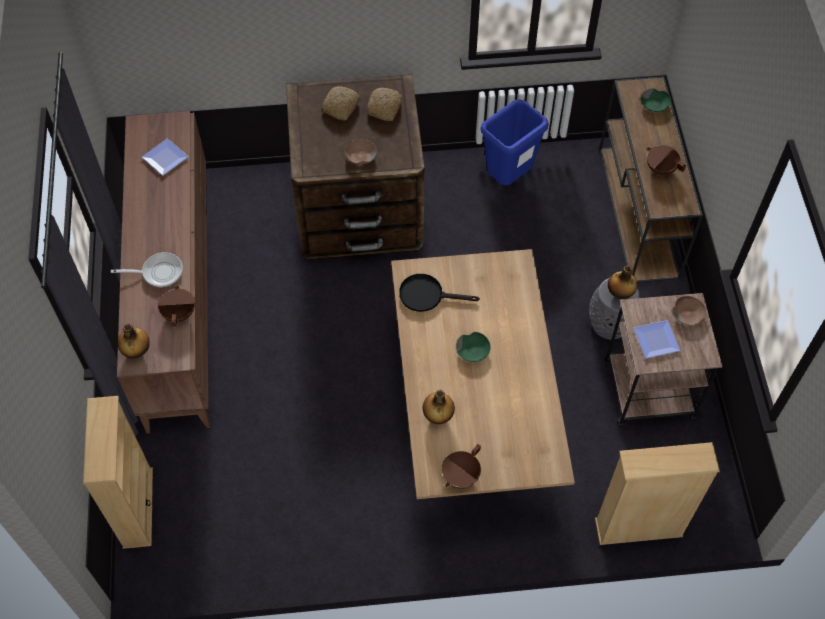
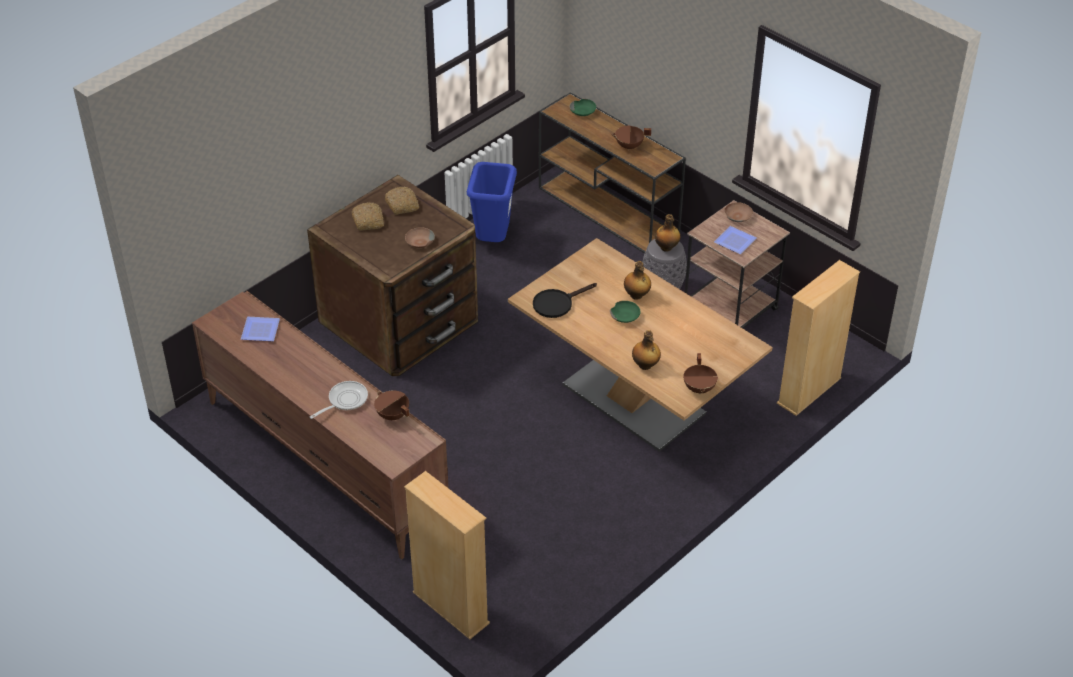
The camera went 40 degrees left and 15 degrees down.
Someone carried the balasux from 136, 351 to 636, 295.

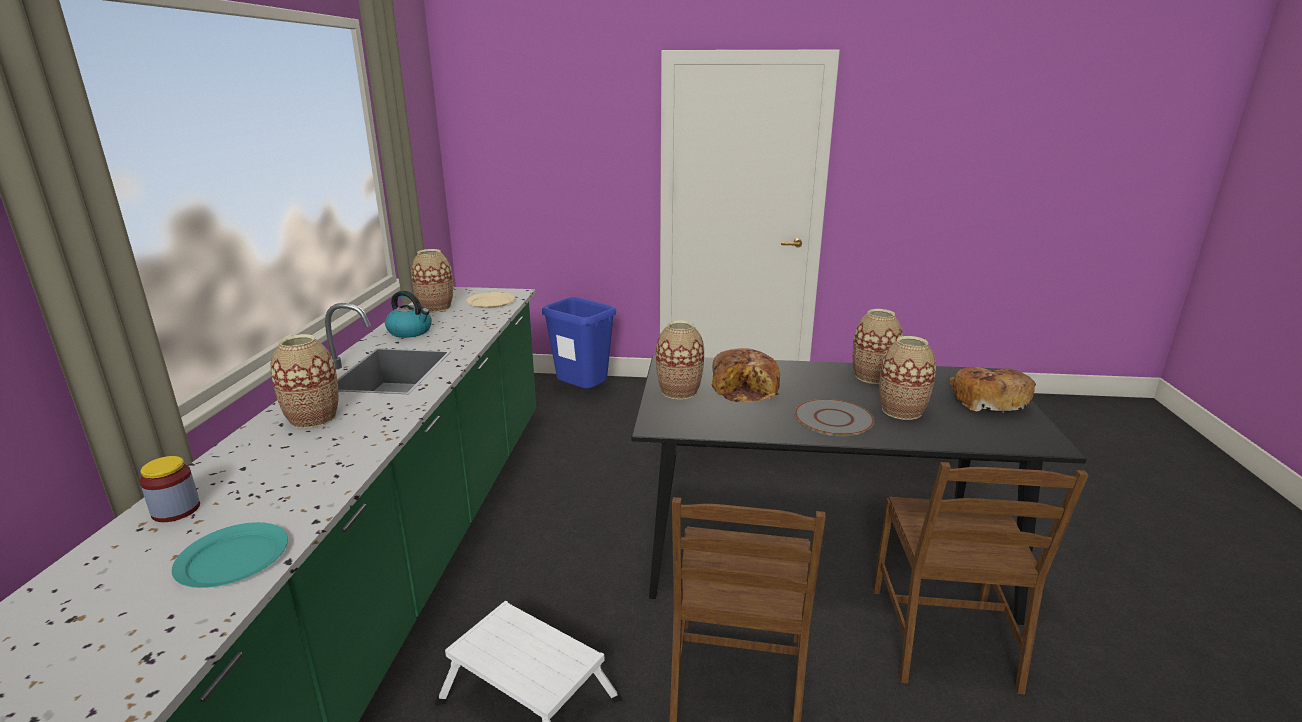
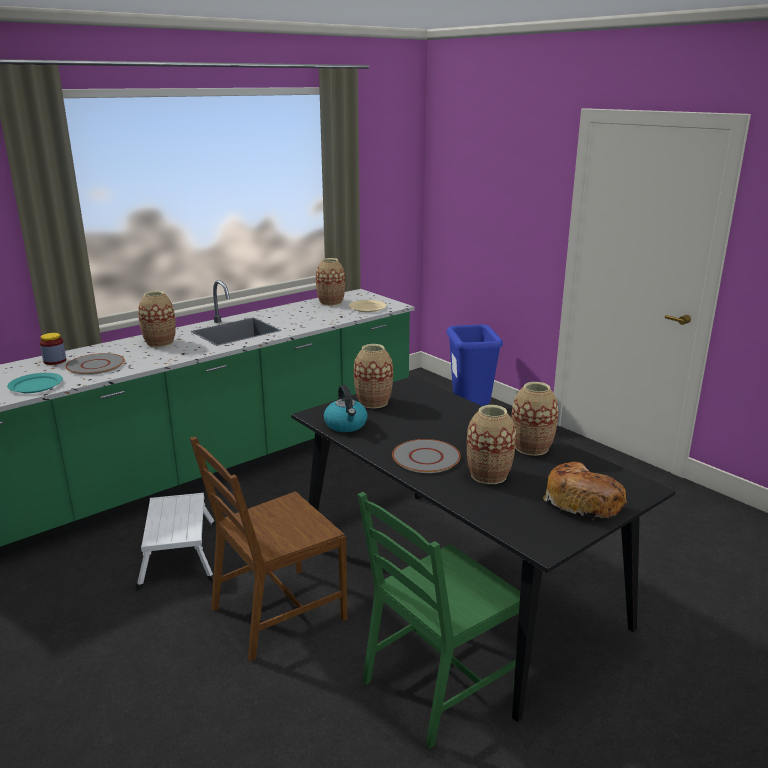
The camera went 45 degrees right and 0 degrees up.
Someone carried the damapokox from 411, 331 to 346, 425.
Someone took away the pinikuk at 746, 388.
Someone repainted the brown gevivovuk at 945, 638, which became the green gevivovuk at 439, 685.
Someone put down the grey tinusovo at 95, 365.

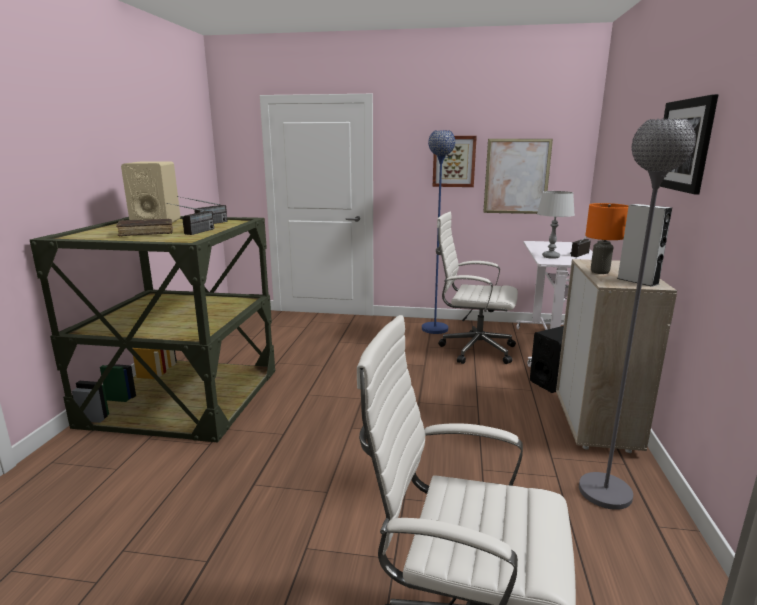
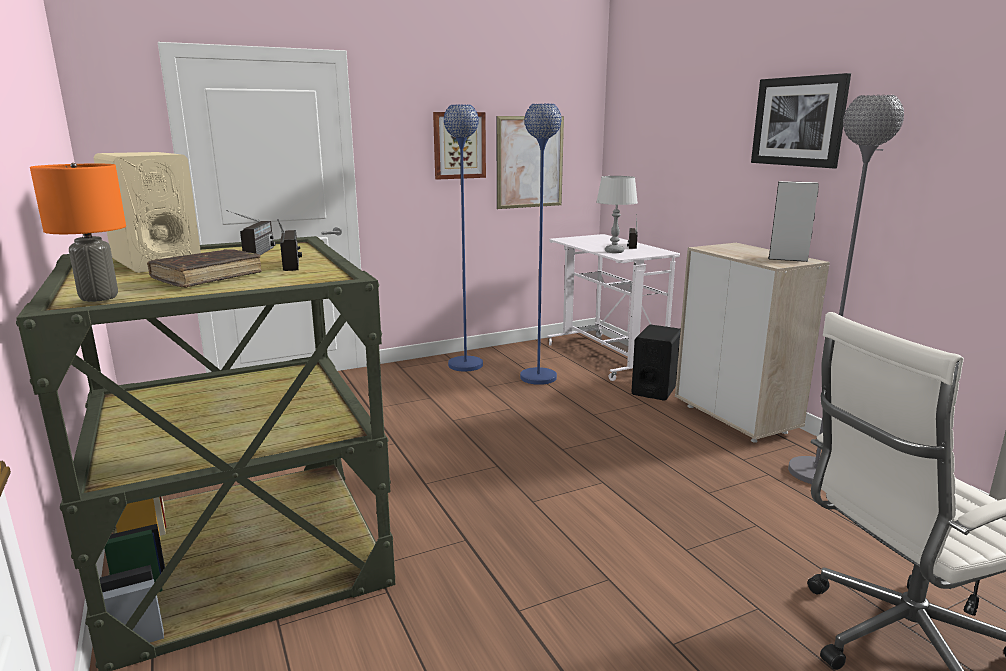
The camera went 35 degrees left and 0 degrees up.
Someone carried the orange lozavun from 600, 272 to 100, 298.
Someone swapped the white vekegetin at 473, 349 for the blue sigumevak at 538, 377.

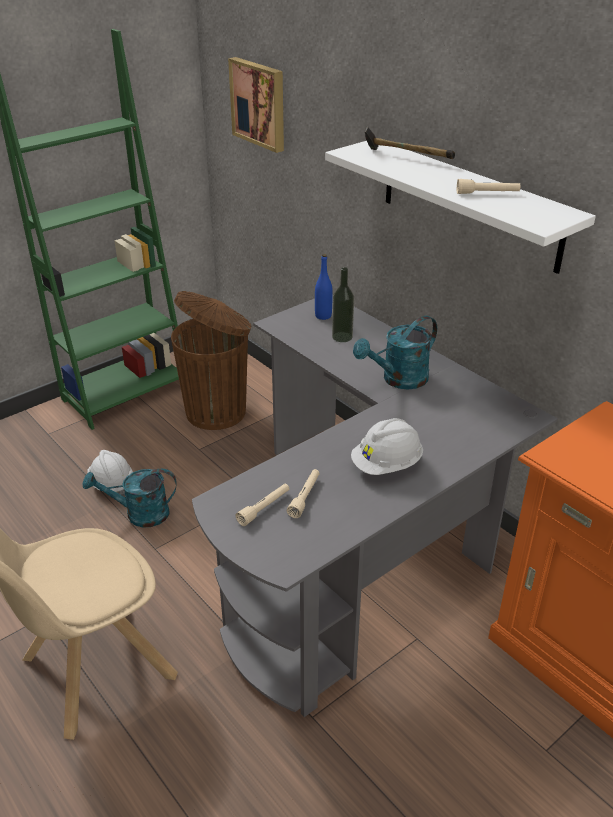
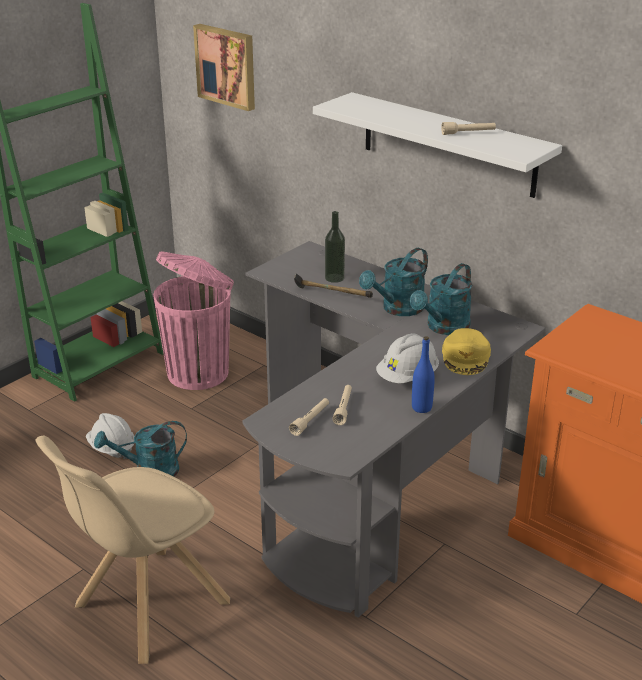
The camera went 10 degrees left and 5 degrees down.
Someone carried the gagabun from 406, 158 to 330, 296.
Someone carried the blue balasux from 323, 316 to 421, 408.
Someone repainted the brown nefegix at 218, 411, which became the pink nefegix at 200, 372.
Someone put down the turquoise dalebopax at 443, 328.
Someone put down the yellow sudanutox at 466, 357.

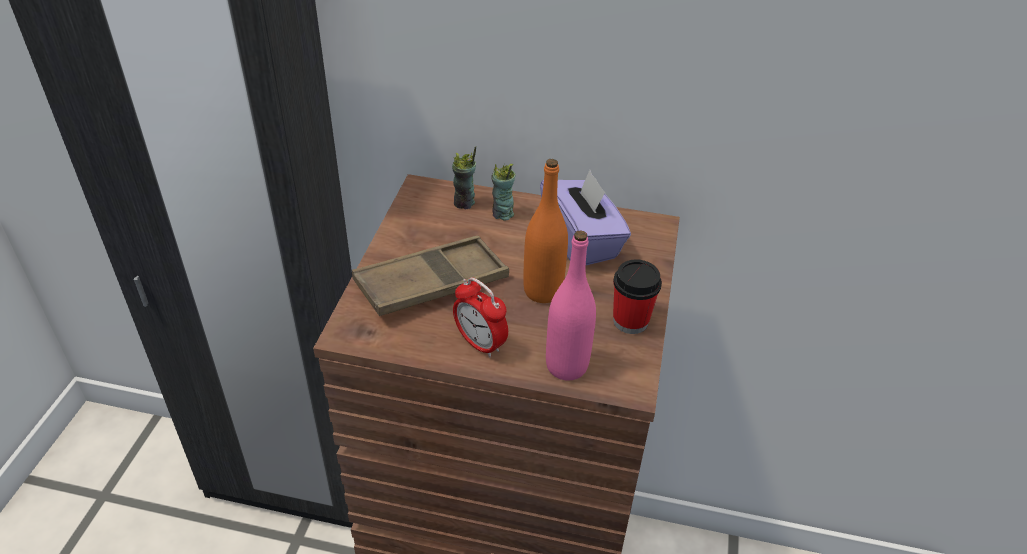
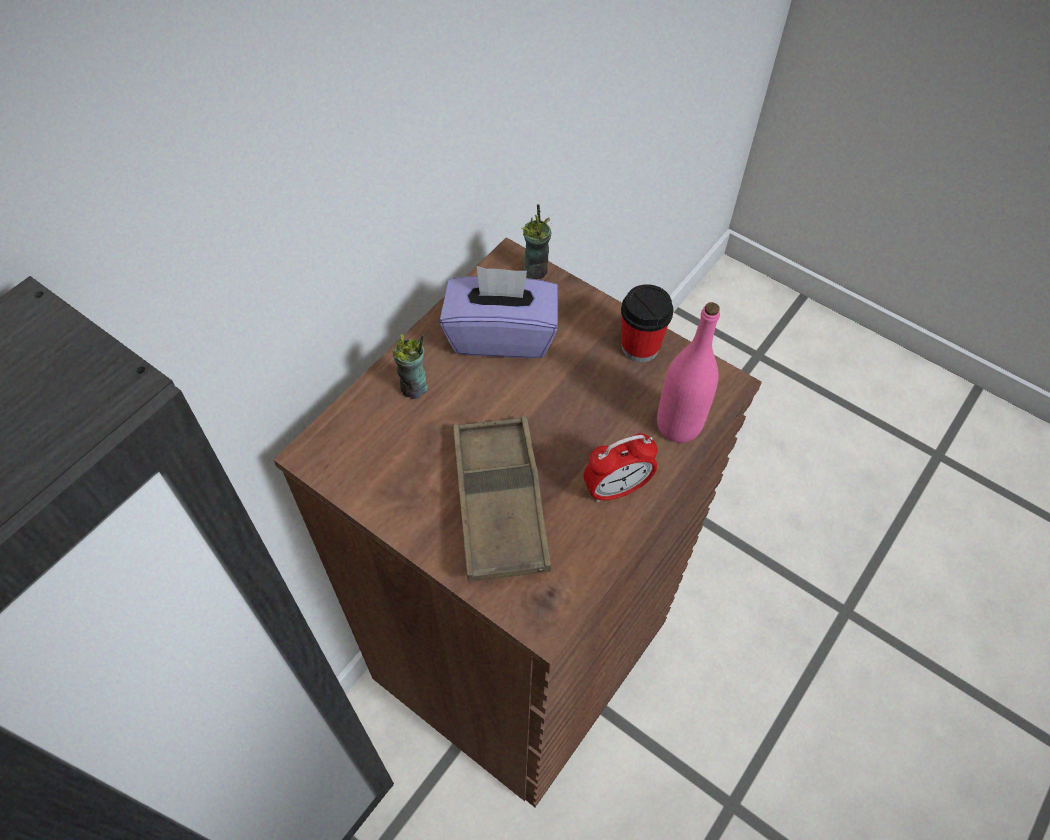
The camera went 65 degrees left and 15 degrees up.
Someone carried the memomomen from 464, 203 to 536, 270.
Someone took away the orange balasux at 542, 291.

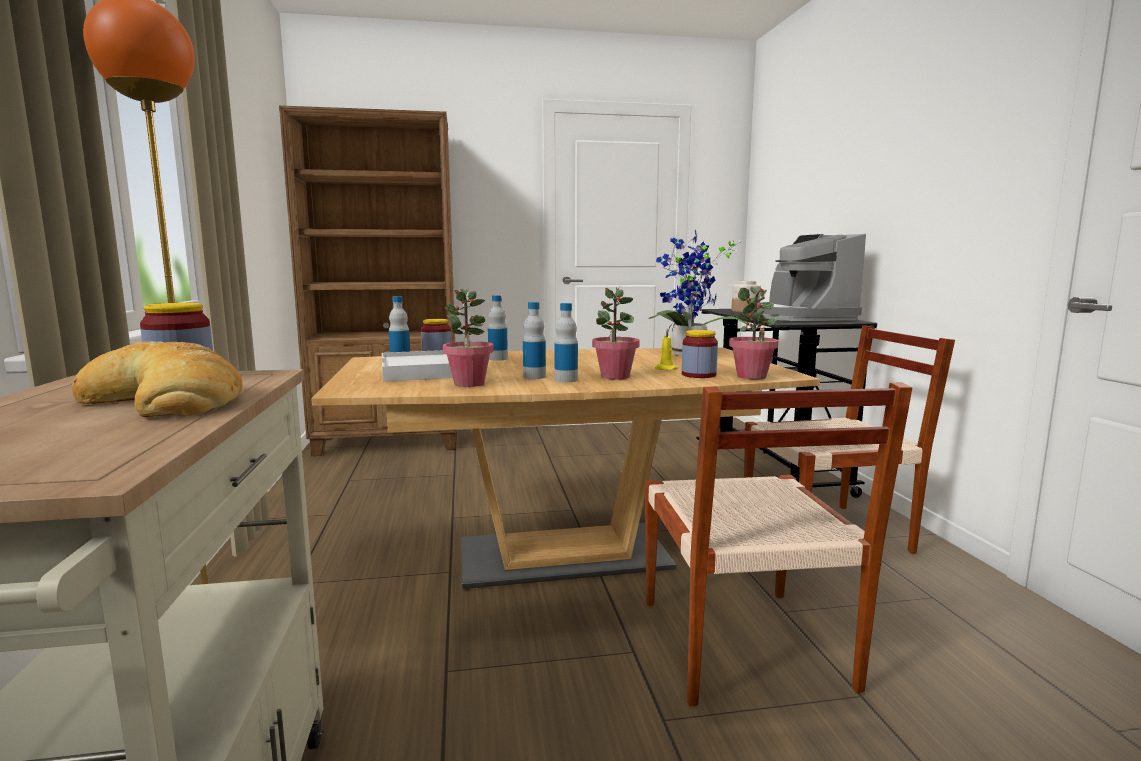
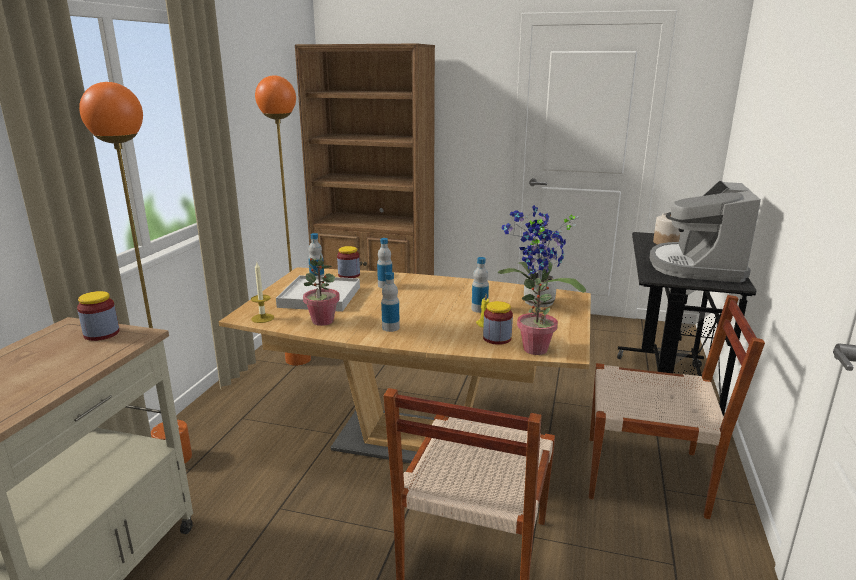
The camera went 25 degrees right and 10 degrees up.
Someone took away the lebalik at 615, 376.
Someone carried the balasux from 534, 377 to 479, 309.
Someone took away the pinikuk at 167, 400.
Someone put down the orange sigumevak at 298, 360.
Someone put down the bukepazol at 262, 318.

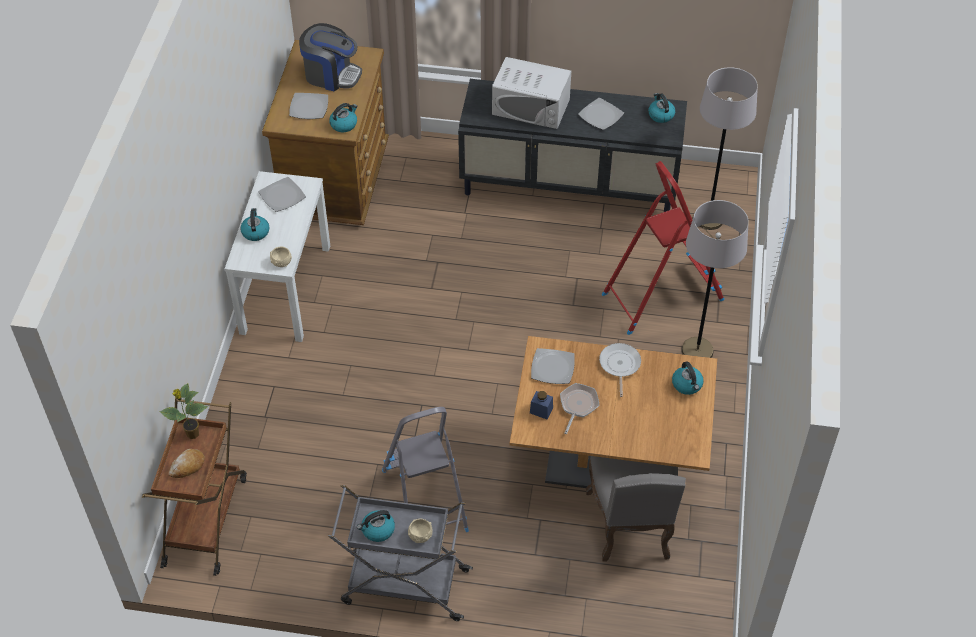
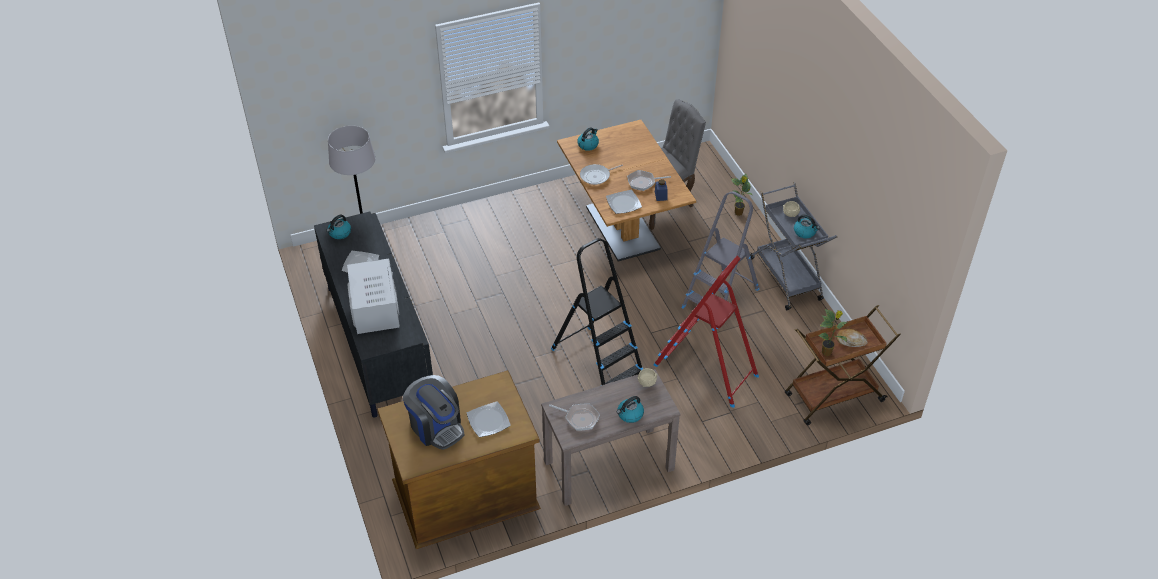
The camera went 120 degrees left and 5 degrees down.
Someone rotated the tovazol at 331, 75 by 150 degrees clockwise.
Someone took away the damapokox at 344, 124.
Someone carried the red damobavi from 663, 296 to 705, 370.
Someone repainted the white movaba at 285, 288, which became the brown movaba at 608, 465.
Someone swapped the tinusovo at 283, 196 for the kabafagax at 579, 418.
Someone took away the grey sigumevak at 697, 351.
Someone put down the lebalik at 739, 213.
Someone put down the black damobavi at 598, 365.

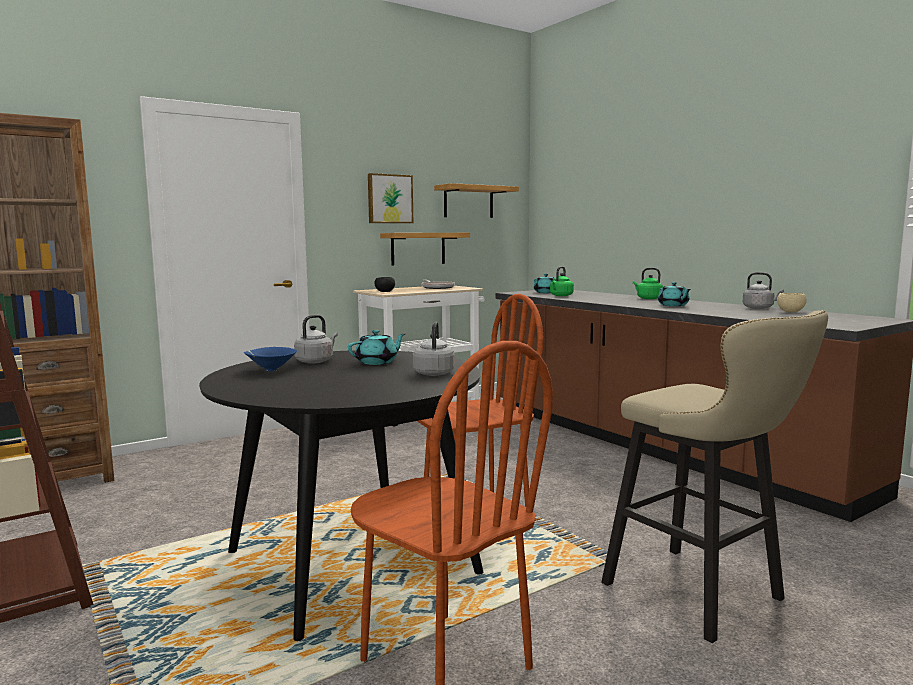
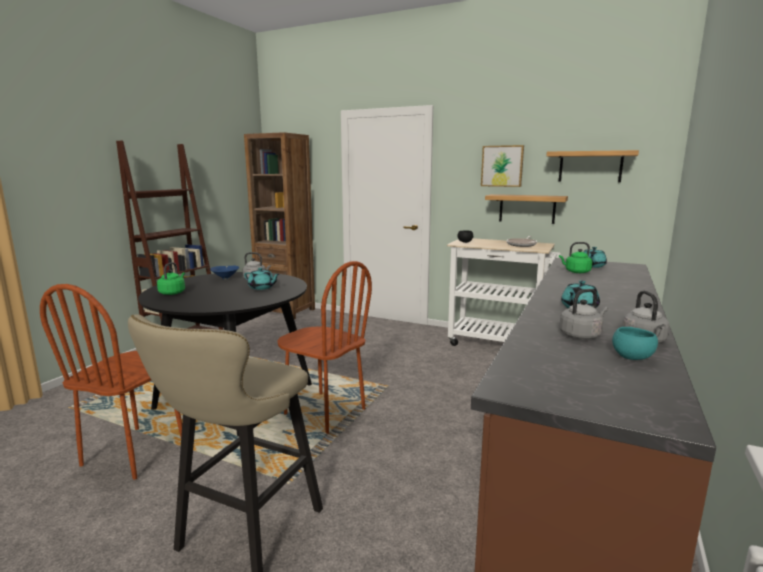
The camera went 60 degrees right and 5 degrees up.
Someone carried the green damapokox from 648, 298 to 173, 293.
Someone repainted the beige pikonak at 790, 312, which became the turquoise pikonak at 632, 357.
Someone carried the grey damapokox from 434, 373 to 581, 335.

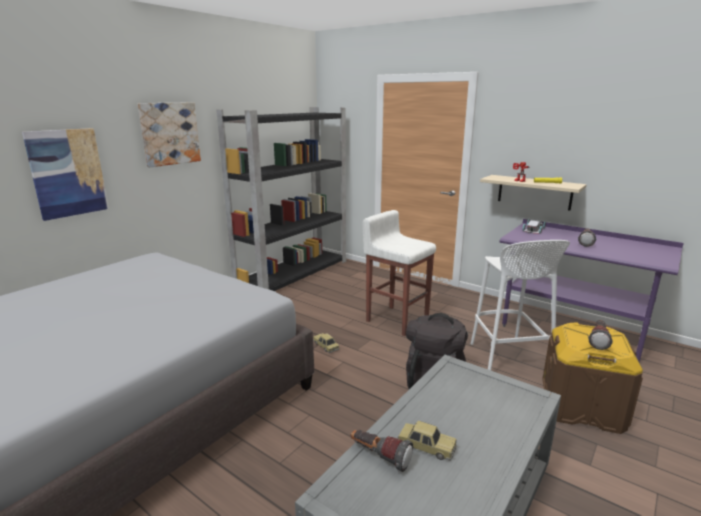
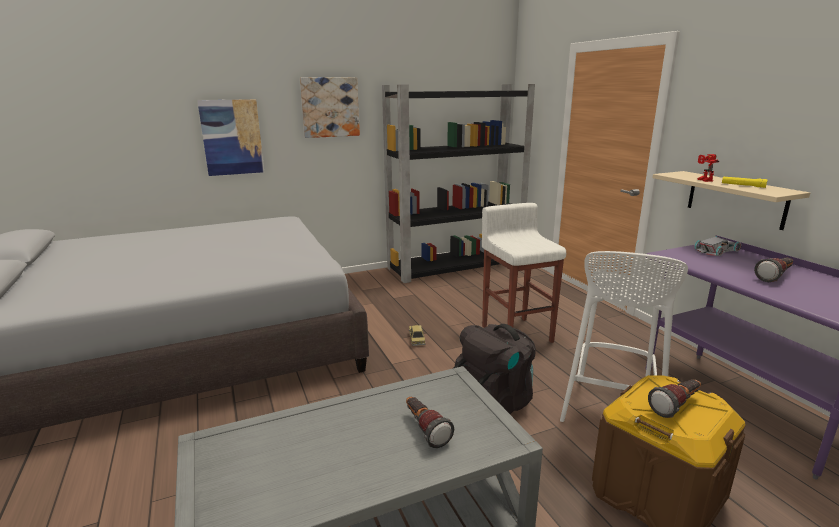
The camera went 30 degrees right and 0 degrees up.
Someone took away the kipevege at 426, 446.
Someone carried the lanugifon from 379, 457 to 425, 429.

